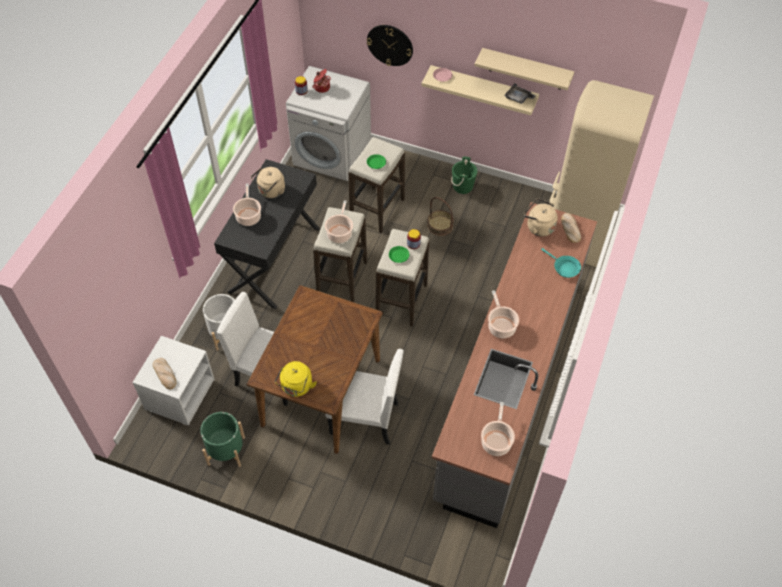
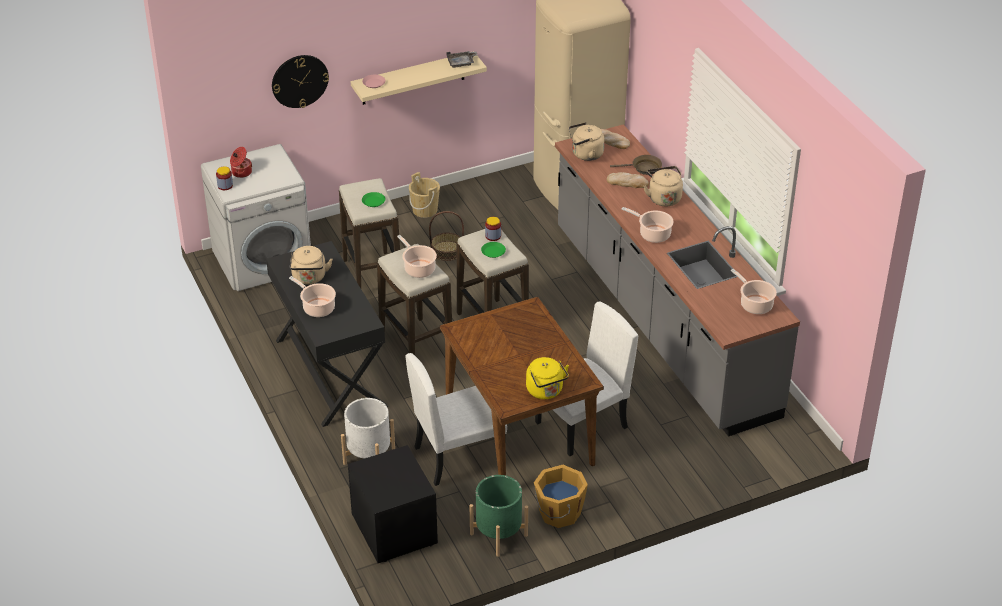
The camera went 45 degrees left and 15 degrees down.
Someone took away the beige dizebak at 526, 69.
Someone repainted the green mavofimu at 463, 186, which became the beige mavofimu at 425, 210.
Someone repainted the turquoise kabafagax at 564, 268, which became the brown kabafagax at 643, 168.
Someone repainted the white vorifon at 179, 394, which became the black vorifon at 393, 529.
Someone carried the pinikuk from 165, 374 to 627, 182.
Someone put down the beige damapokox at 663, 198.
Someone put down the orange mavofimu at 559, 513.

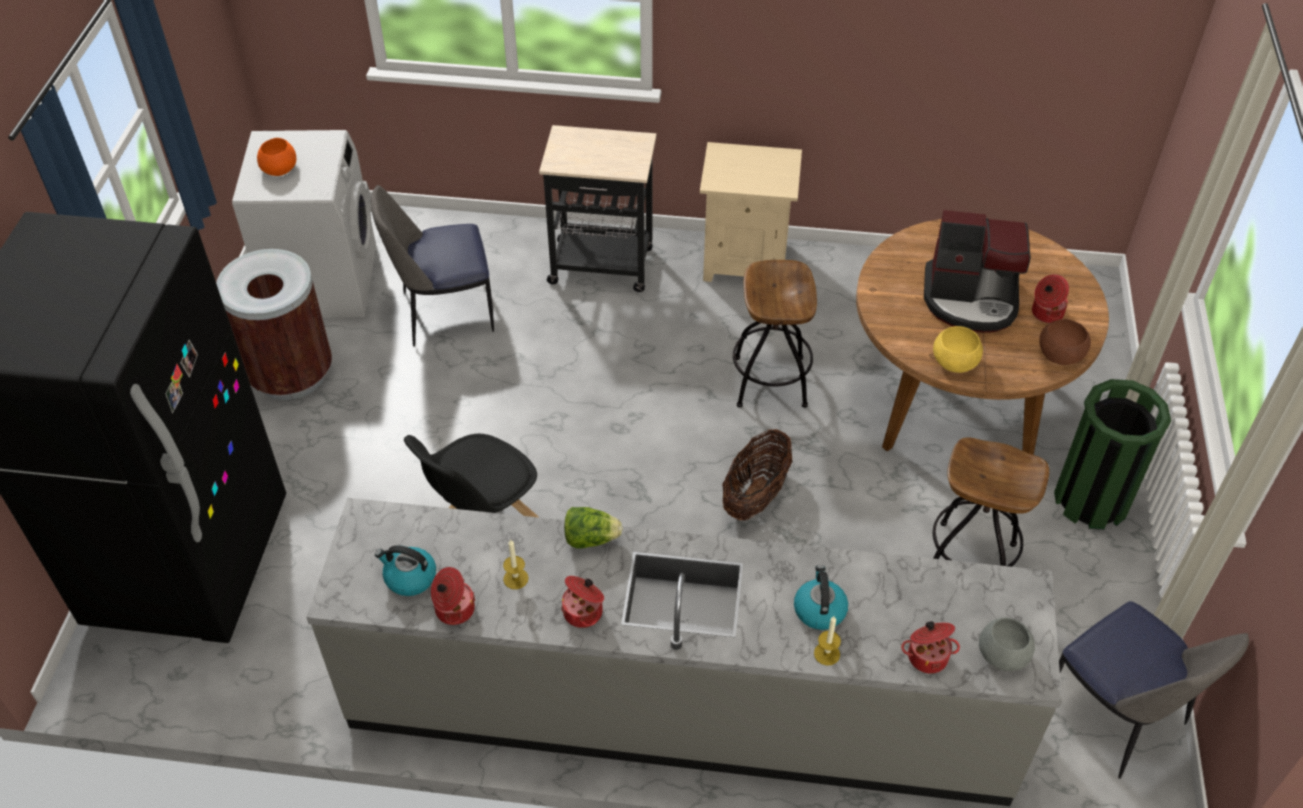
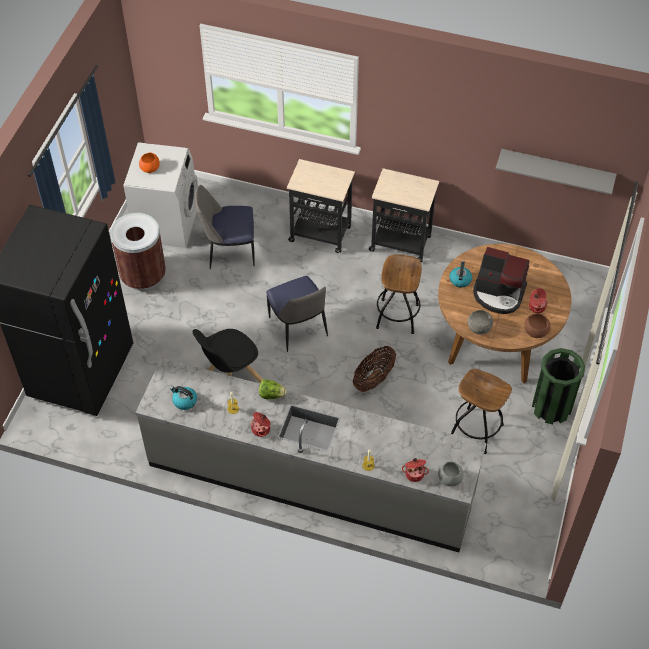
The camera went 10 degrees right and 5 degrees up.
Someone swapped the beige vorifon at 746, 263 for the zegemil at 401, 244.
Someone repainted the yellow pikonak at 955, 362, which became the grey pikonak at 479, 327.
Someone carried the damapokox from 819, 609 to 460, 279.
Someone took away the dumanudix at 453, 609.
Someone carried the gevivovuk from 1117, 717 to 298, 328.
Someone put up the grey dizebak at 556, 169.

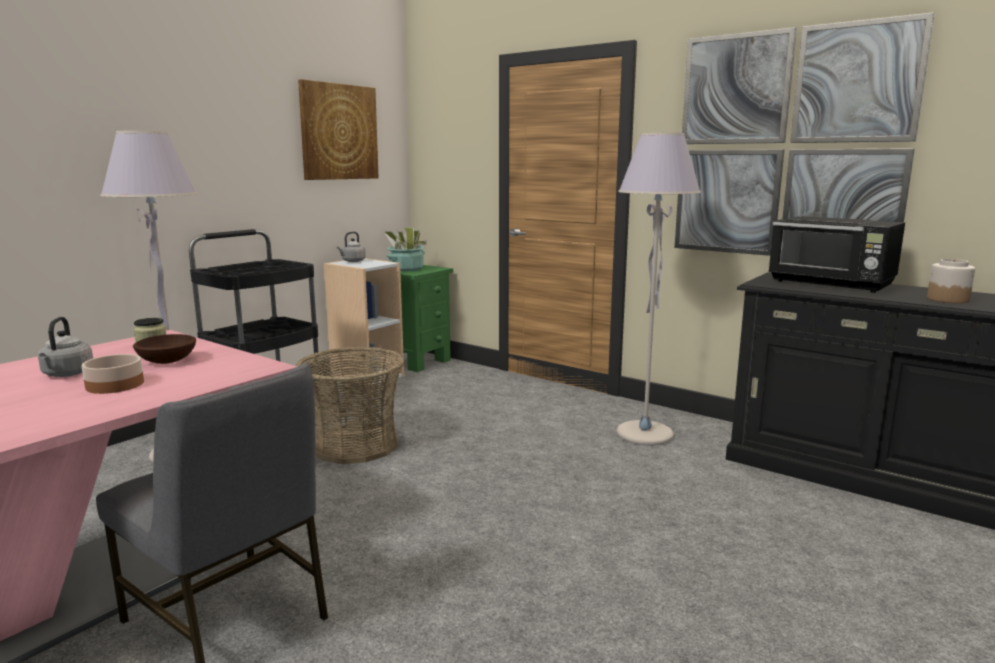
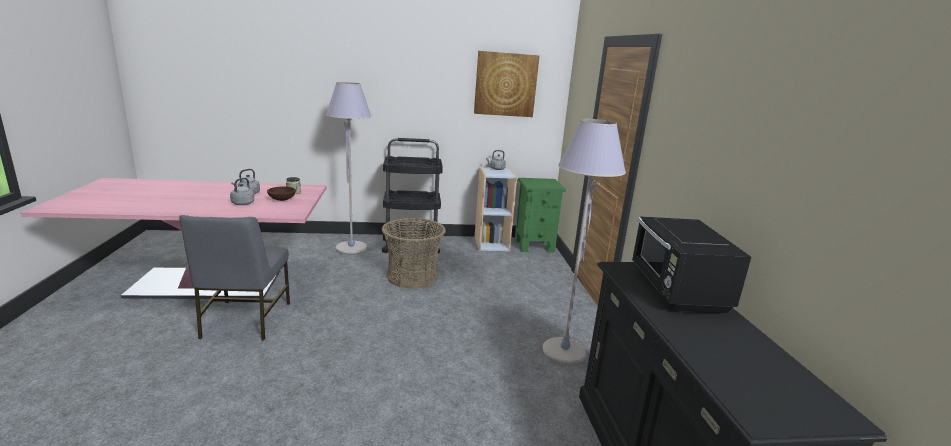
The camera went 45 degrees right and 5 degrees up.
Someone took away the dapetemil at 788, 146.
Someone took away the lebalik at 406, 269.
Someone took away the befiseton at 947, 299.
Someone swapped the pikonak at 115, 385 for the grey damapokox at 244, 203.

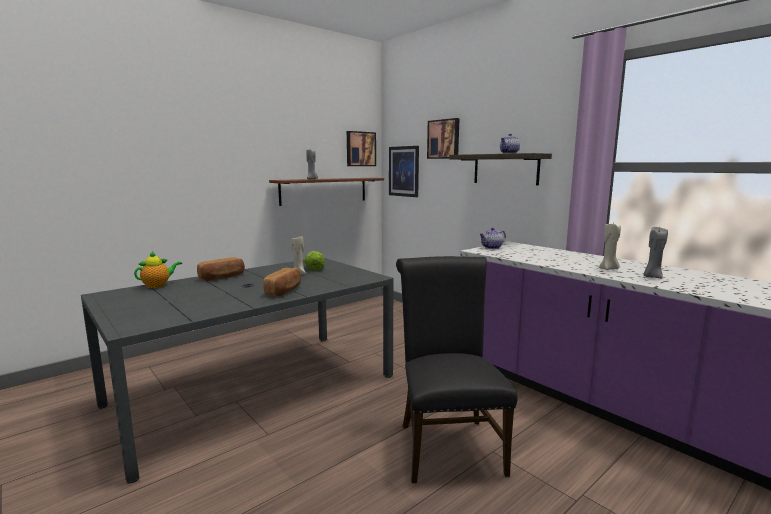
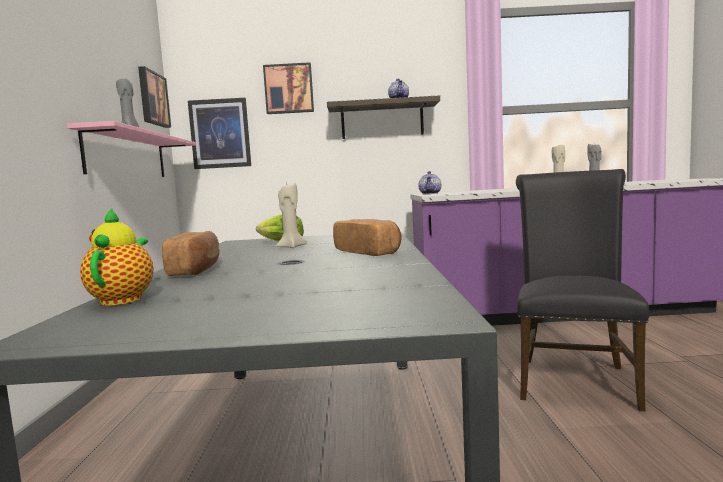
The camera went 50 degrees left and 5 degrees down.
Someone repainted the brown dizebak at 324, 190, which became the pink dizebak at 128, 155.
Someone rotated the black gevivovuk at 448, 444 by 75 degrees clockwise.

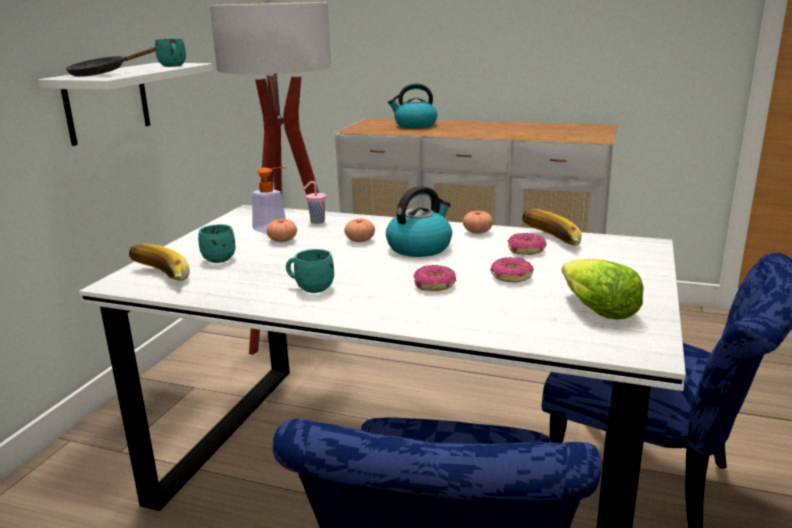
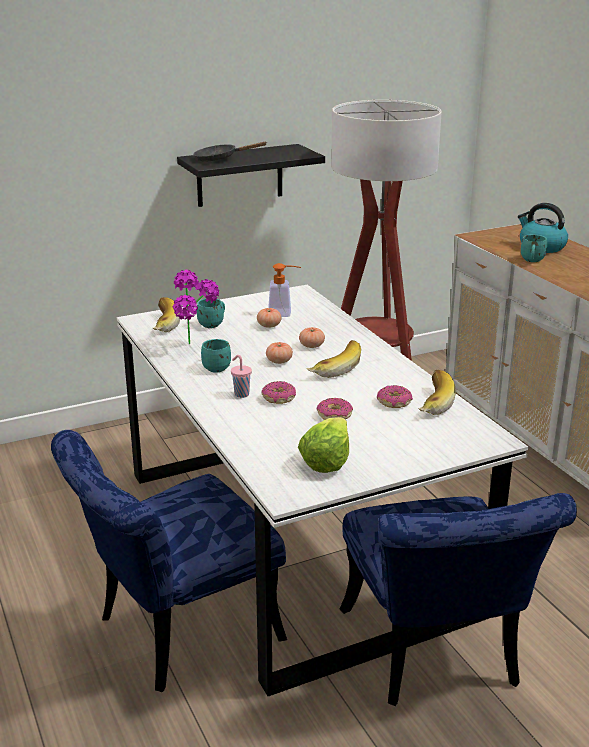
The camera went 45 degrees right and 5 degrees up.
Someone carried the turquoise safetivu from 173, 66 to 532, 261.
Someone repainted the white dizebak at 107, 103, which became the black dizebak at 239, 175.
Someone carried the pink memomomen from 316, 221 to 241, 394.
Someone swapped the damapokox at 419, 247 for the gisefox at 333, 368.
Someone carried the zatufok from 477, 232 to 279, 361.
Someone put down the lebalik at 196, 346.

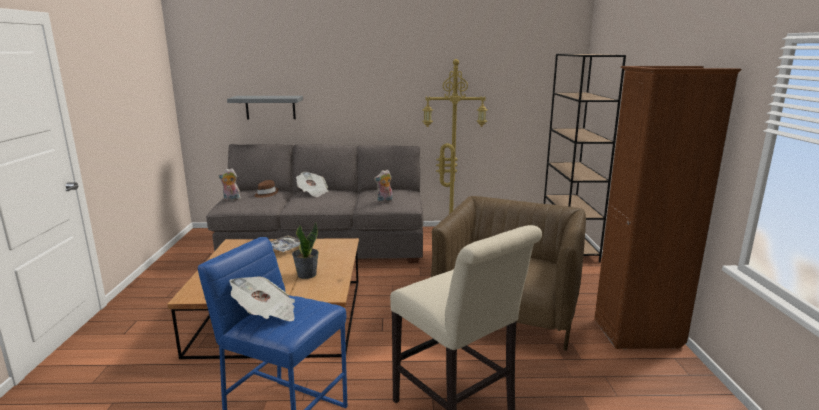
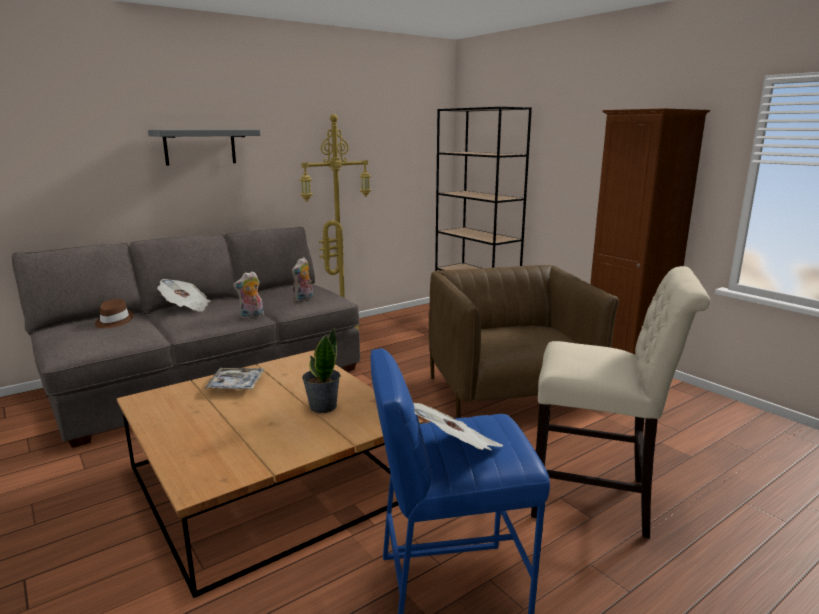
The camera went 35 degrees left and 0 degrees up.
Someone carried the grey dizebak from 270, 107 to 200, 147.
Someone carried the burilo from 231, 199 to 251, 317.

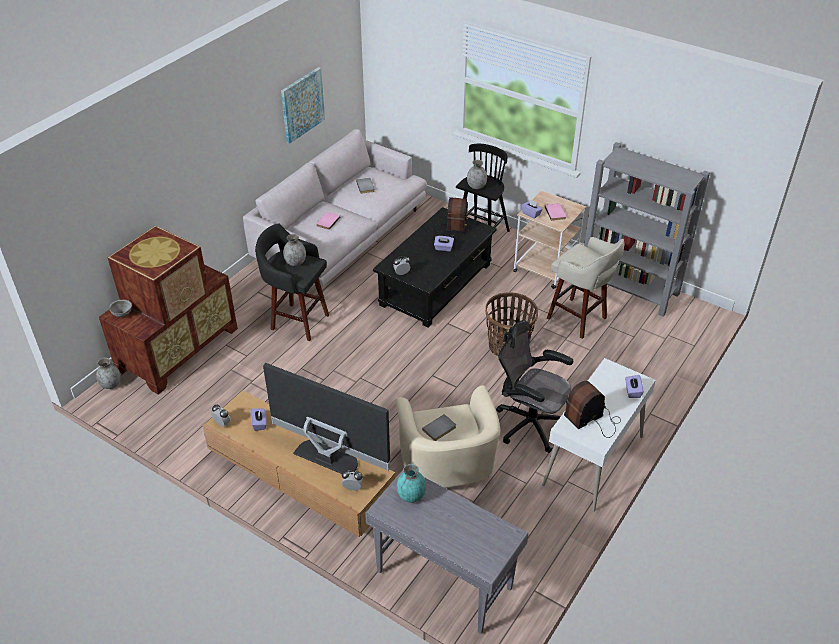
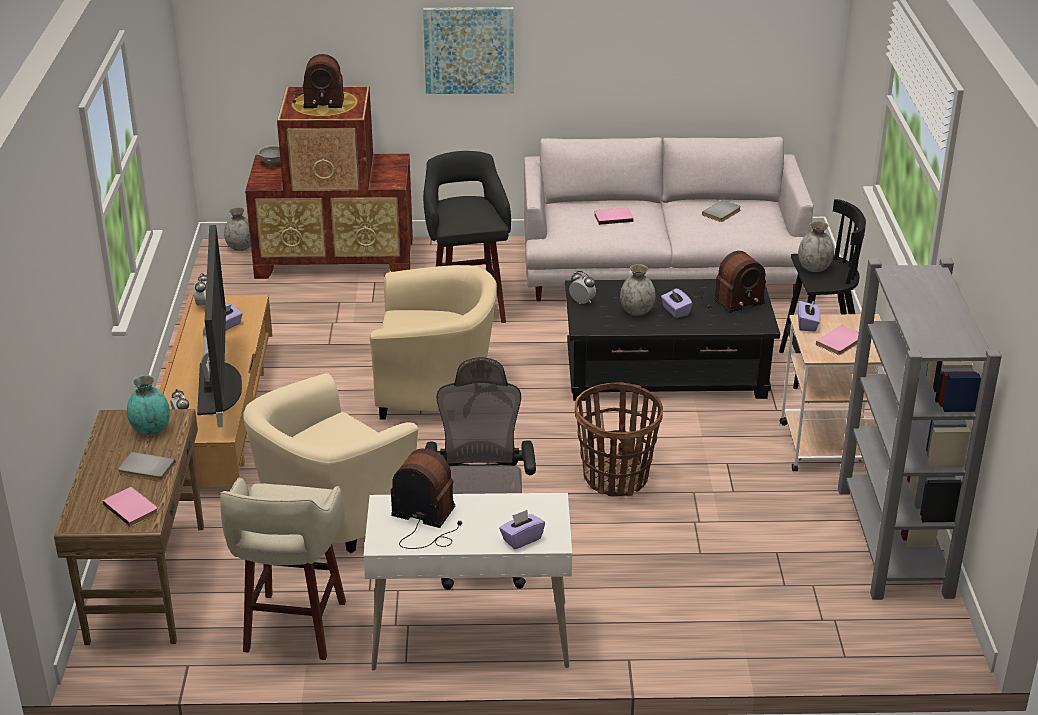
The camera went 55 degrees right and 10 degrees down.
Someone carried the dapetemil from 302, 105 to 469, 50.
Someone carried the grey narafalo from 295, 262 to 637, 311.
Someone carried the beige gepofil from 578, 320 to 293, 630.
Someone carried the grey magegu from 440, 429 to 146, 469.
Someone repainted the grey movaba at 443, 580, which became the brown movaba at 146, 583.
Someone put down the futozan at 318, 100.
Someone put down the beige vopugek at 436, 391.
Someone put down the pink magegu at 132, 508.

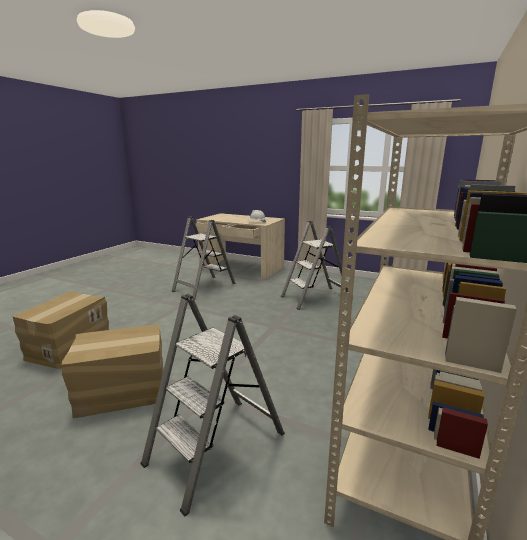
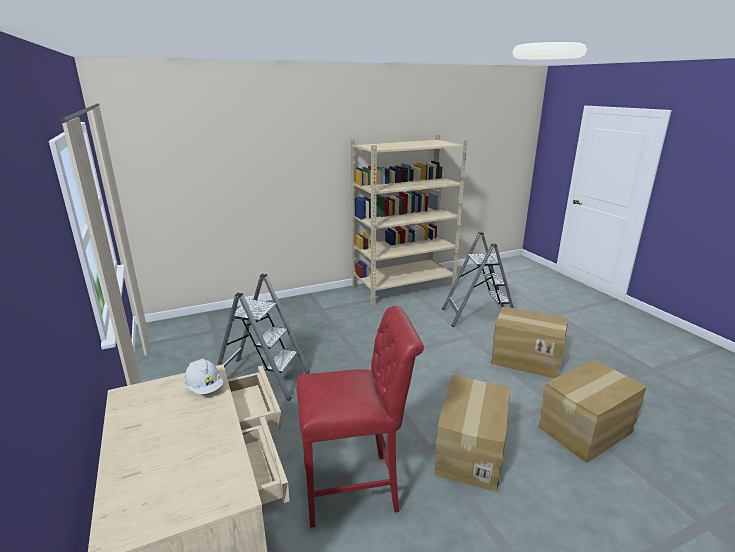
The camera went 140 degrees left and 5 degrees up.
Someone swapped the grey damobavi at 203, 287 for the red gepofil at 356, 488.
Someone put down the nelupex at 469, 450.

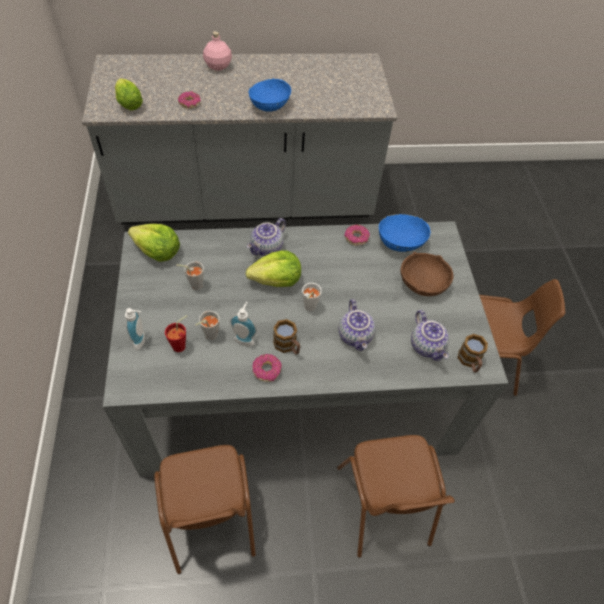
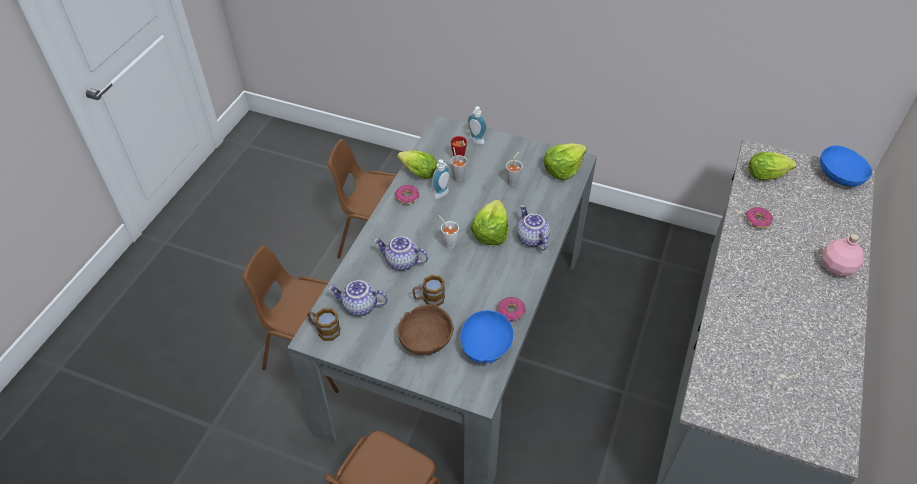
The camera went 120 degrees right and 5 degrees down.
Someone carried the blue pikonak from 269, 105 to 840, 177.
Someone carried the safetivu from 287, 346 to 429, 299.
Someone put down the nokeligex at 417, 172.

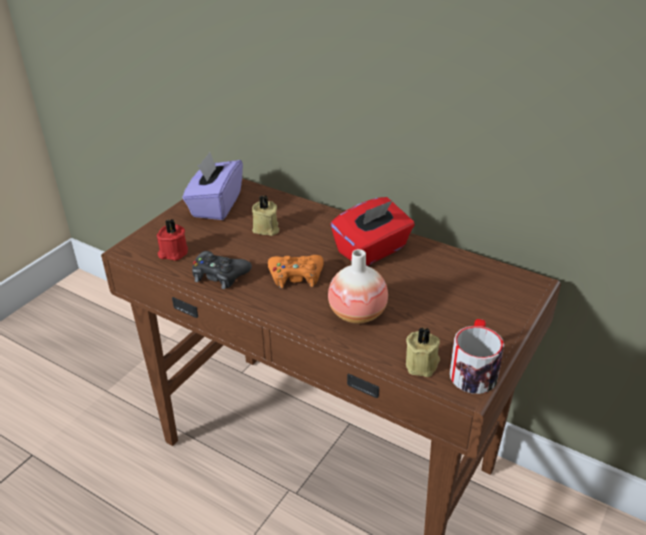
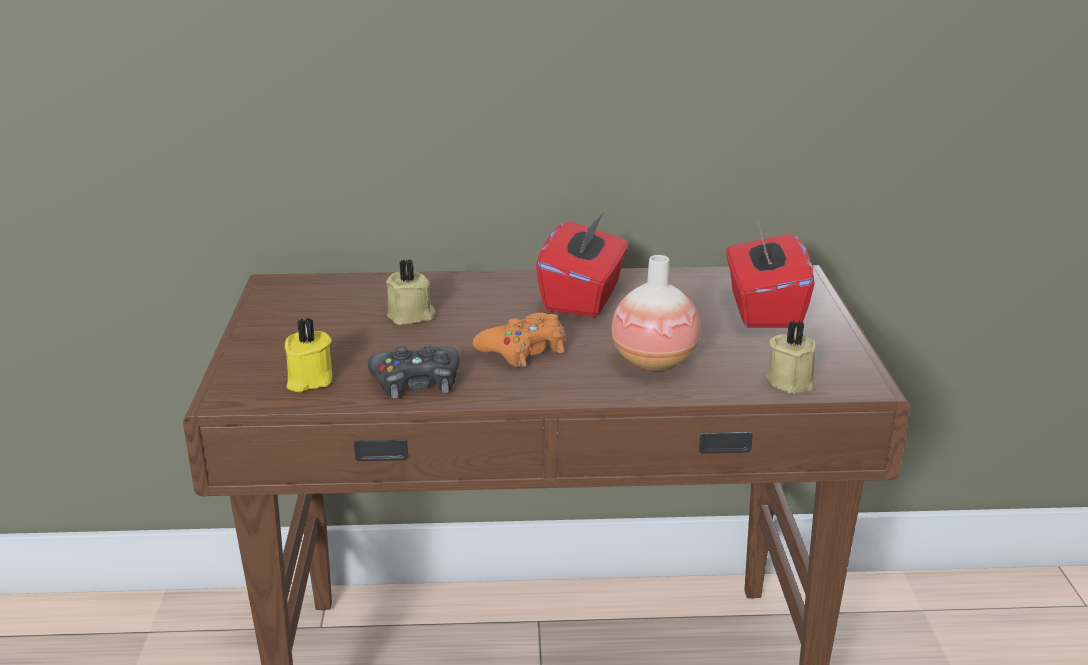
The camera went 35 degrees left and 10 degrees down.
Someone took away the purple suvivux at 216, 205.
Someone repainted the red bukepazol at 173, 253, which became the yellow bukepazol at 308, 380.
Someone took away the safetivu at 474, 369.
Someone put down the red suvivux at 763, 309.

